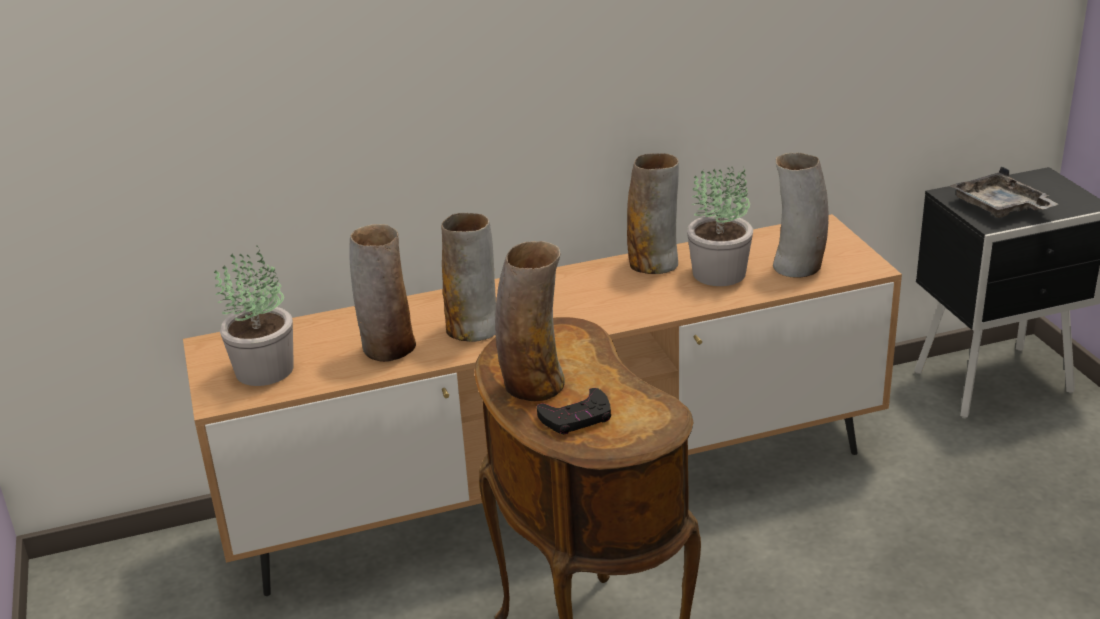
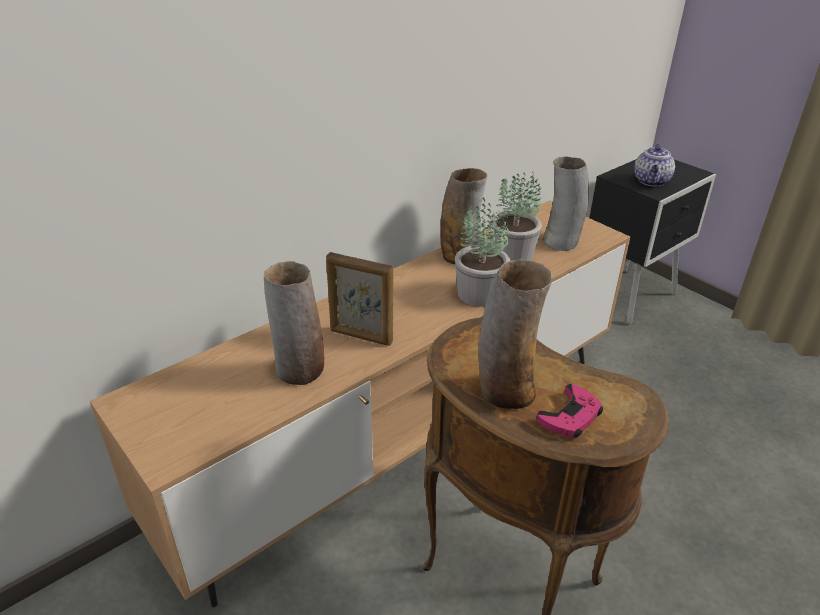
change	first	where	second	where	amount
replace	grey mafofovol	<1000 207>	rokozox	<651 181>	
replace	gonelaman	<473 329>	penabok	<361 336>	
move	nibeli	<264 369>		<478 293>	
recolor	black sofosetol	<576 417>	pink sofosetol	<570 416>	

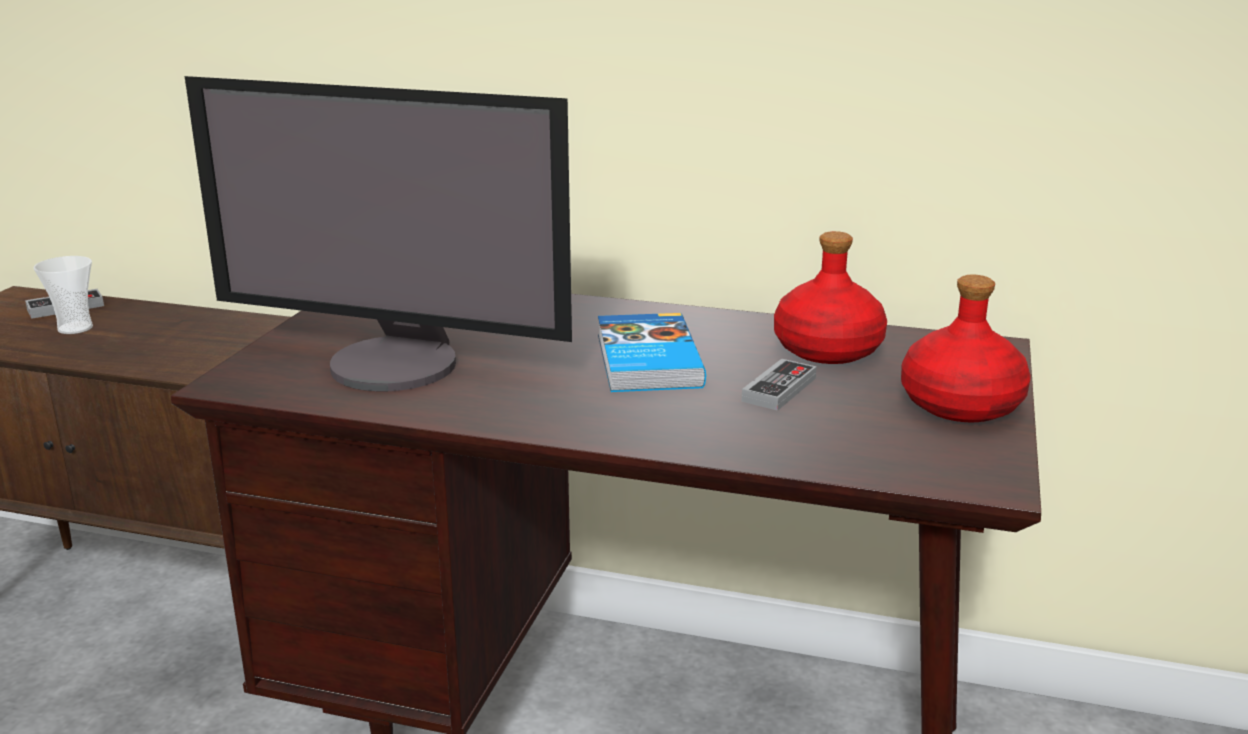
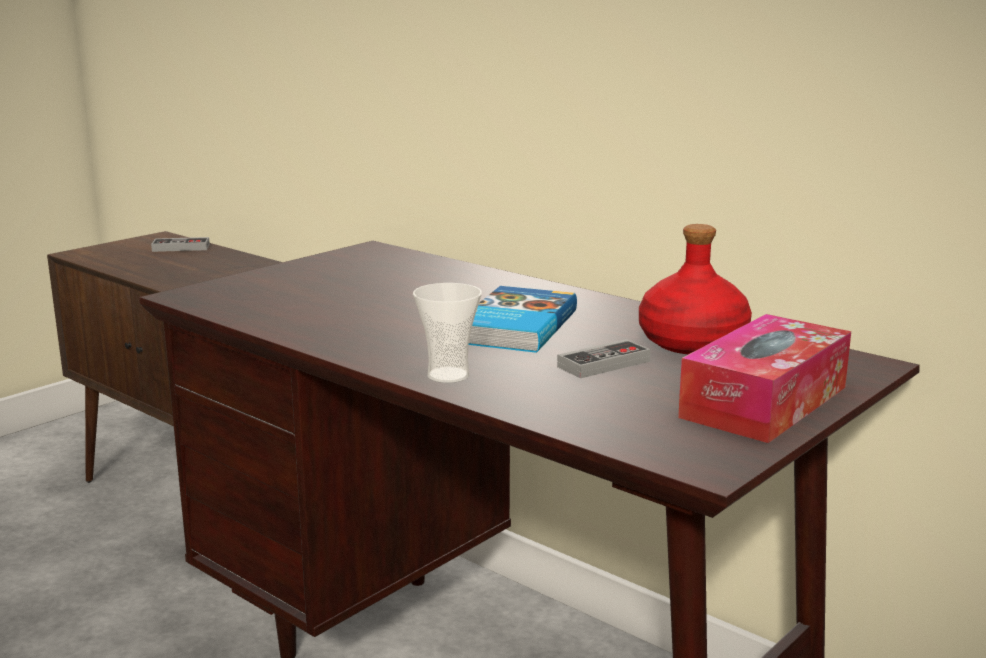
change	first	where	second	where	amount
delete	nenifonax	<397 364>			
move	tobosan	<75 328>		<448 375>	
replace	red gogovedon	<959 404>	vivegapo	<764 402>	

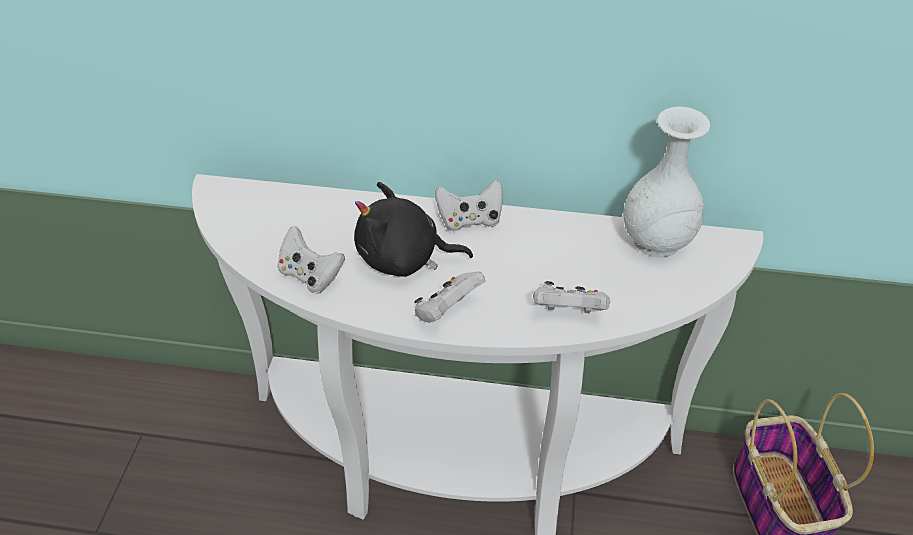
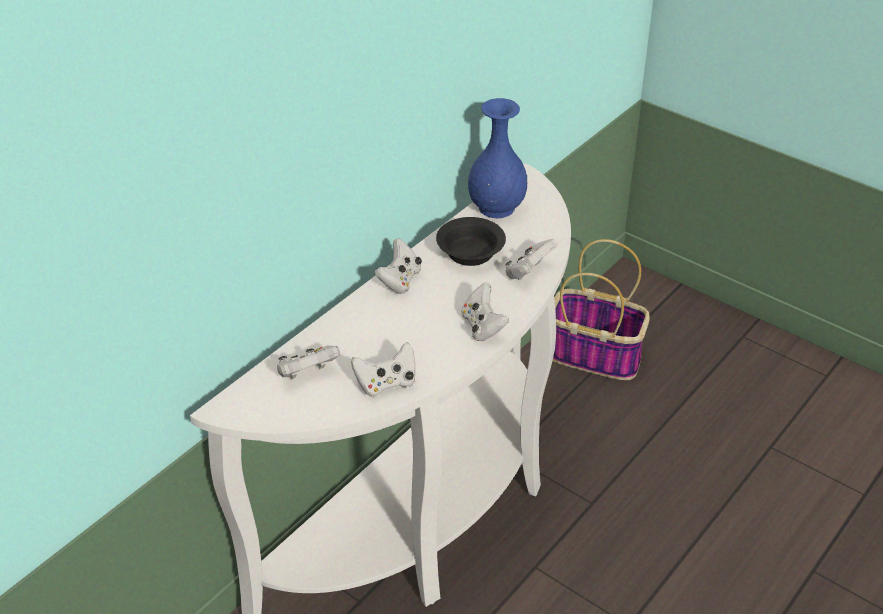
change	first	where	second	where	amount
recolor	white gonelaman	<657 242>	blue gonelaman	<497 208>	
delete	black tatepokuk	<404 258>			
insert			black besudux	<470 254>	
insert			white sofosetol	<307 374>	

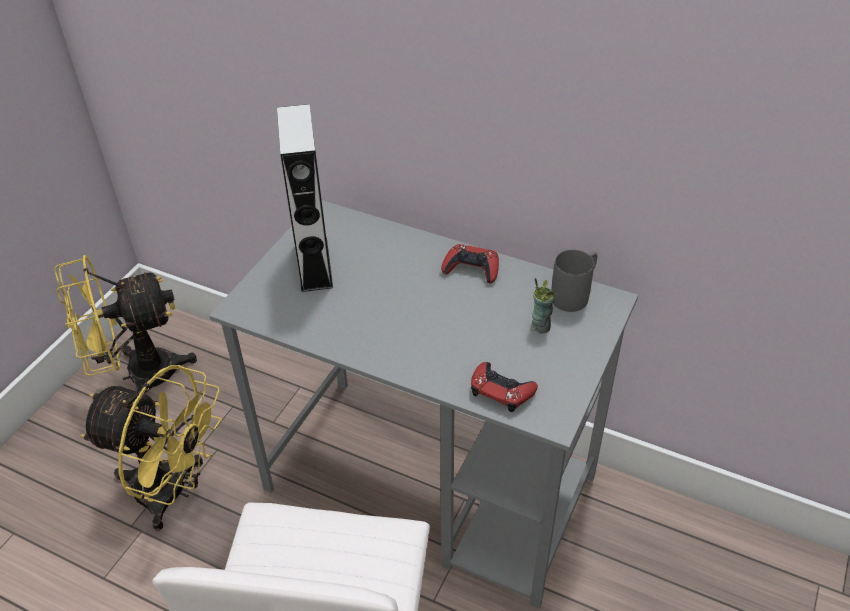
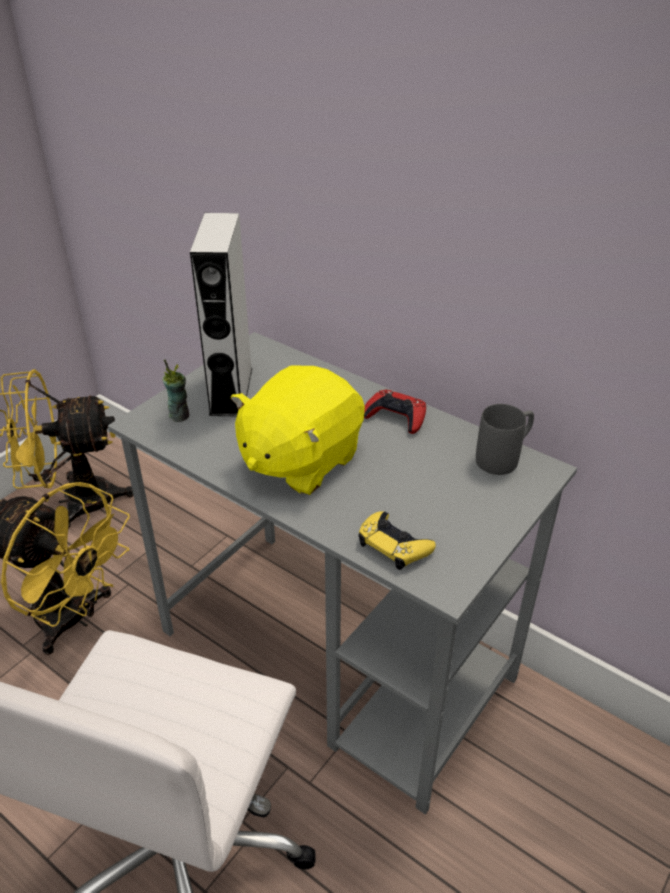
change	first	where	second	where	amount
move	tobosan	<540 326>		<179 415>	
recolor	red sofosetol	<501 390>	yellow sofosetol	<394 545>	
insert			yellow tatepokuk	<299 460>	

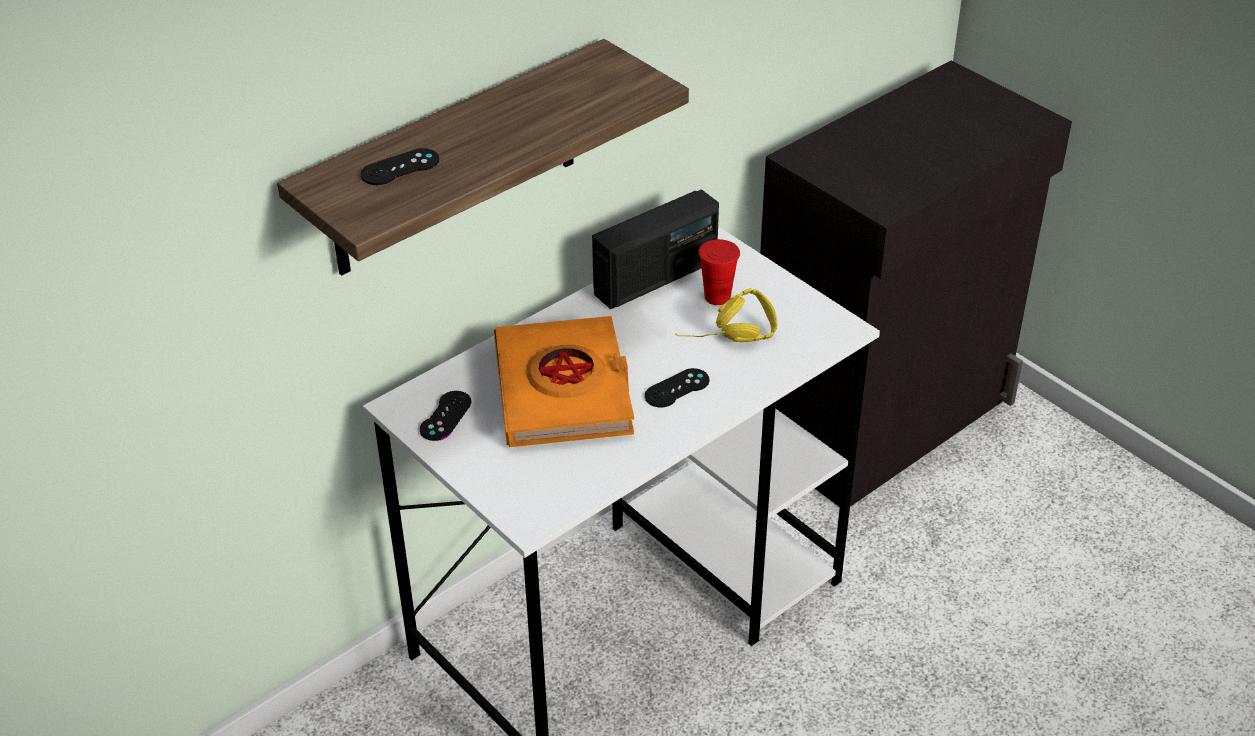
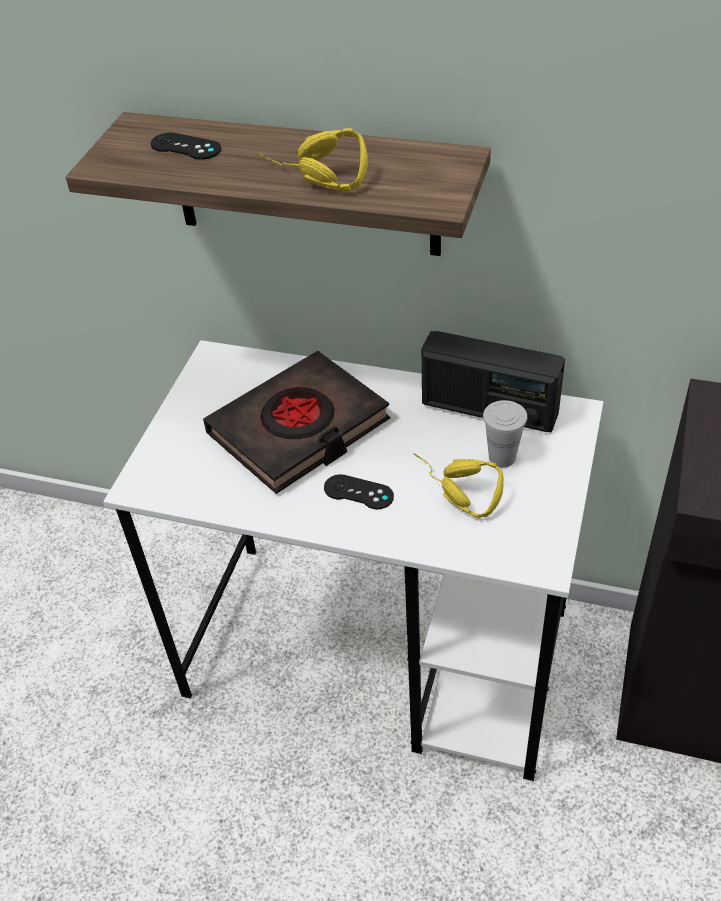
change	first	where	second	where	amount
recolor	red tobosan	<717 297>	white tobosan	<502 457>	
recolor	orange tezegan	<564 391>	black tezegan	<299 429>	
delete	black sofosetol	<445 416>			
insert			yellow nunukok	<311 180>	

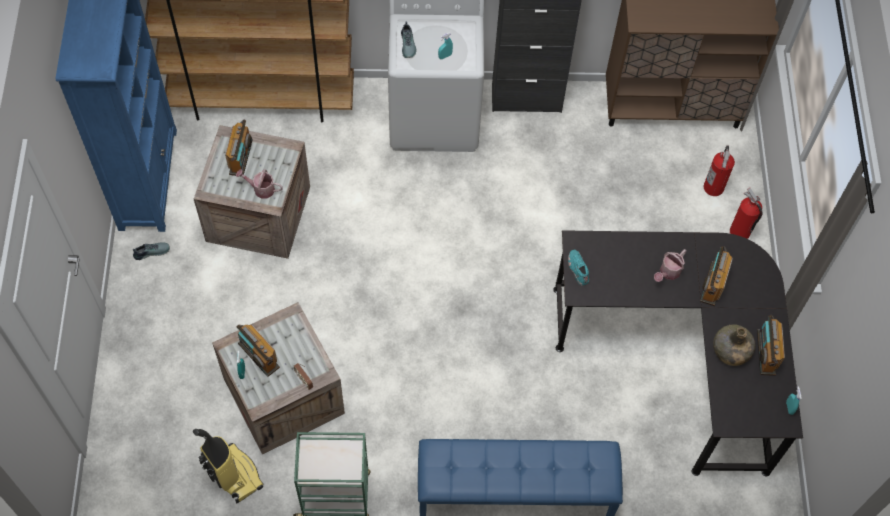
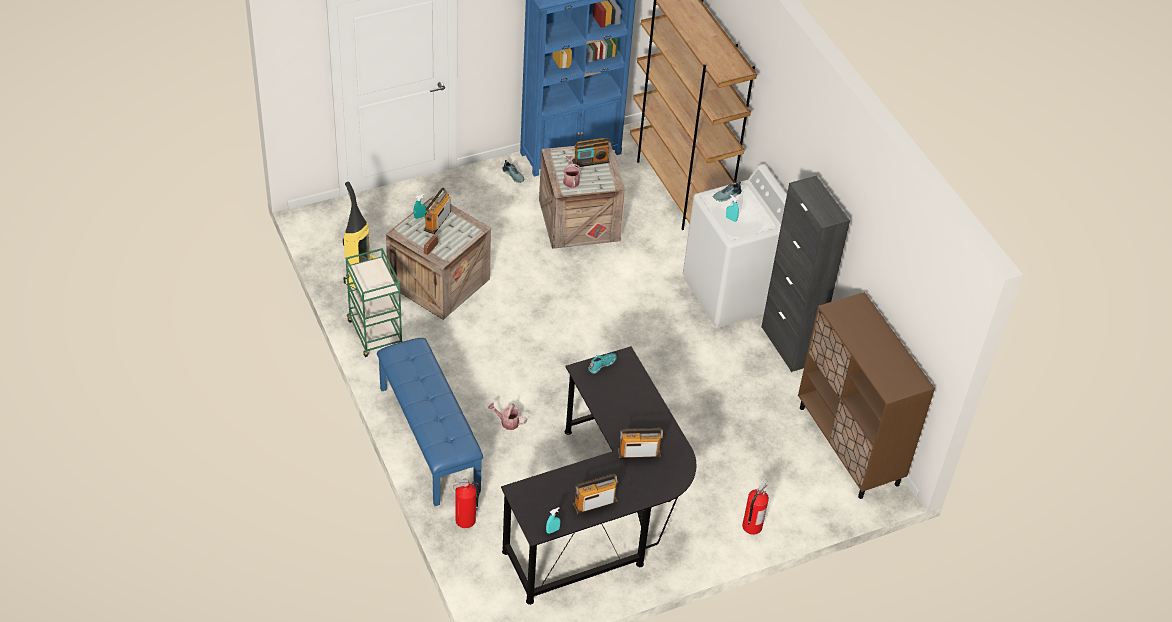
change	first	where	second	where	amount
move	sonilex	<714 187>		<466 520>	
move	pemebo	<668 273>		<507 422>	
delete	green gogovedon	<730 351>			

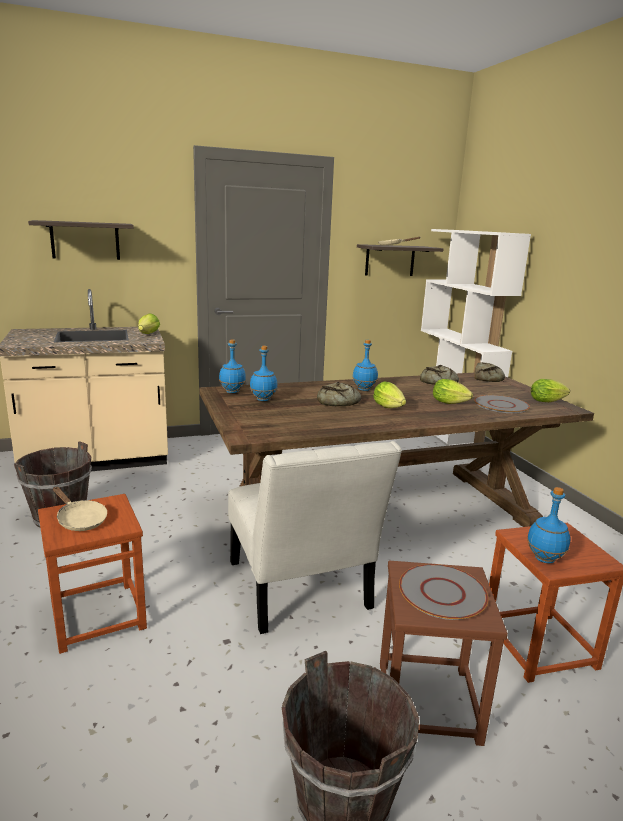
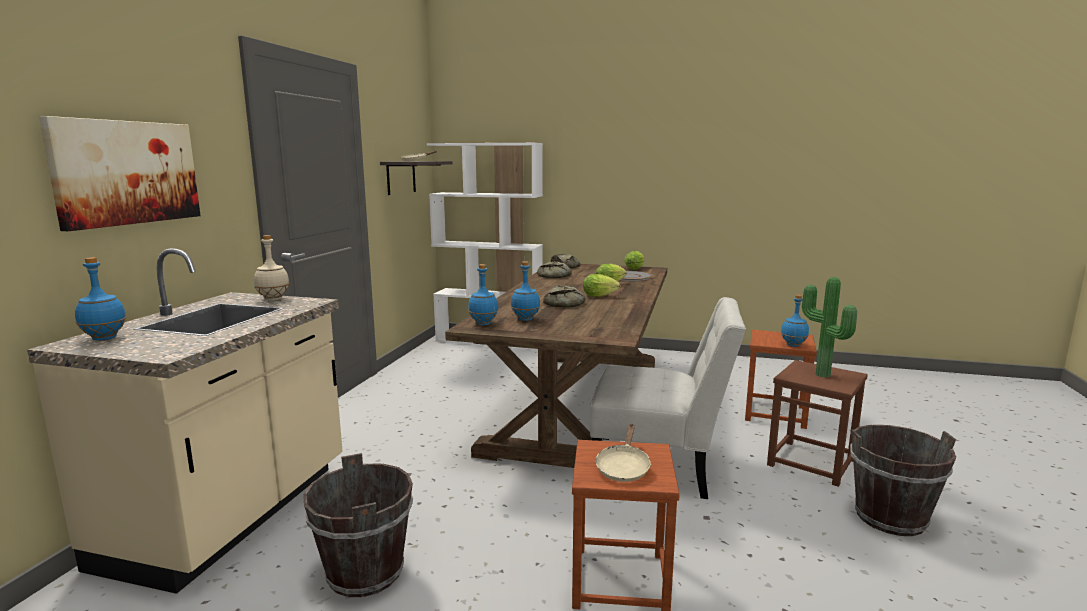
change	first	where	second	where	amount
replace	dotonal	<85 240>	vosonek	<126 172>	
replace	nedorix	<147 334>	beige gogovedon	<273 299>	
move	blue gogovedon	<363 389>		<104 338>	
rotate	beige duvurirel	<80 520>		<623 468>	120 degrees clockwise
replace	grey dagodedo	<442 592>	nibeli	<821 375>	

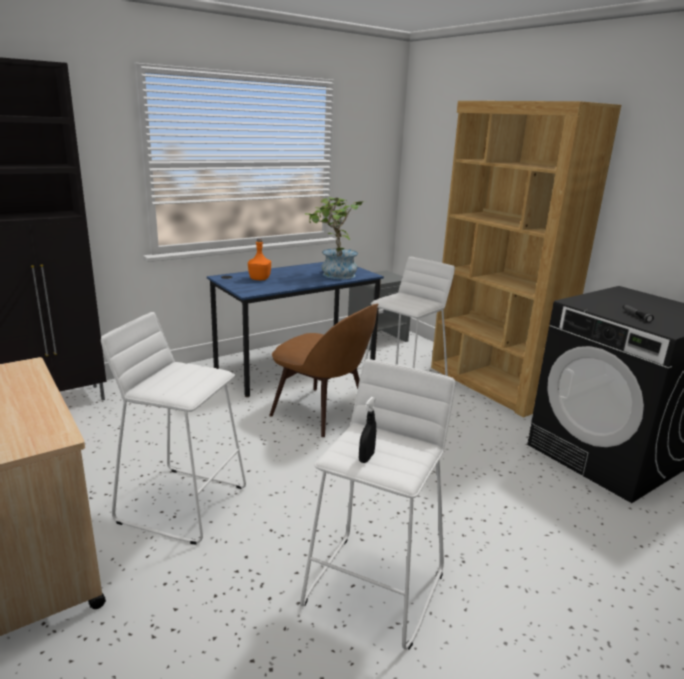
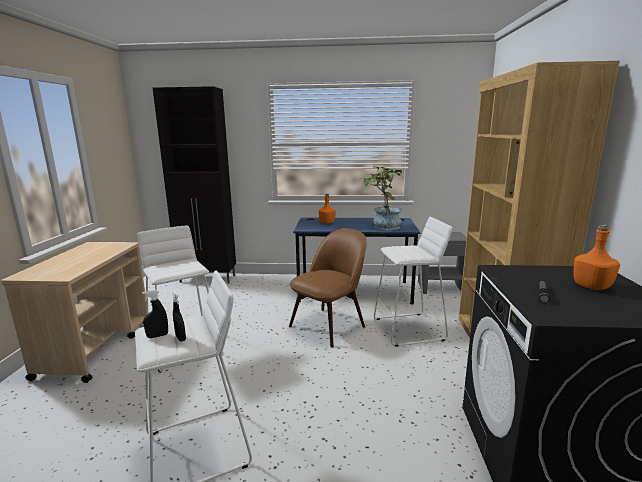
change	first	where	second	where	amount
rotate	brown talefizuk	<322 412>		<329 325>	120 degrees counterclockwise
insert			orange gogovedon	<592 286>	
insert			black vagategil	<180 338>	

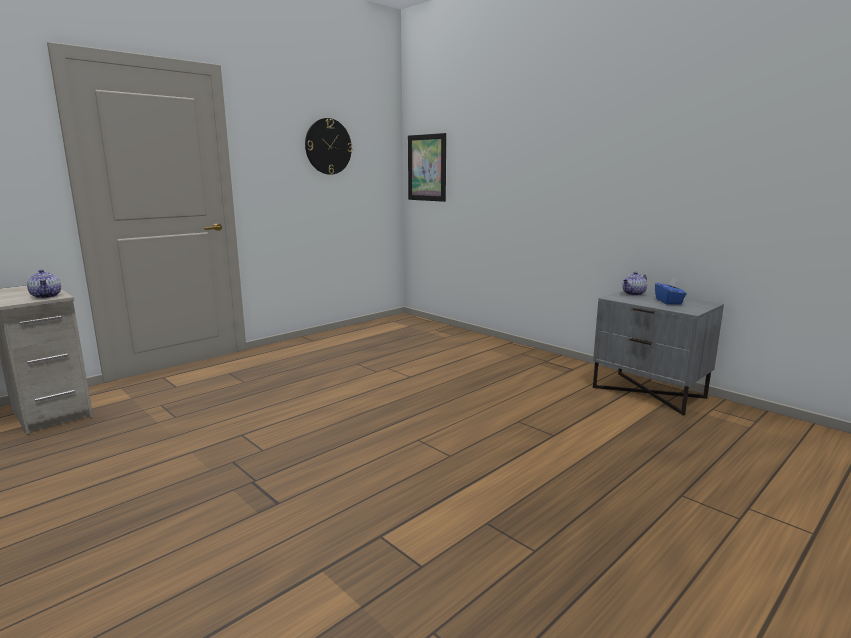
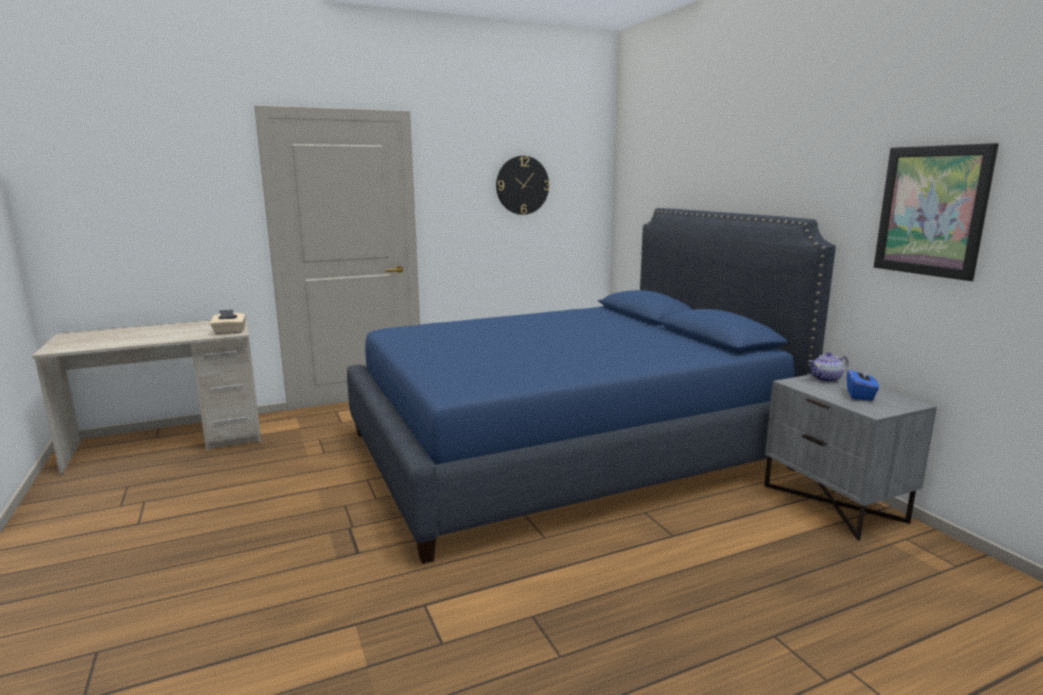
change	first	where	second	where	amount
move	vosonek	<427 168>		<931 211>	
replace	rokozox	<46 296>	beige vivegapo	<229 332>	
insert			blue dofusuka	<566 450>	

